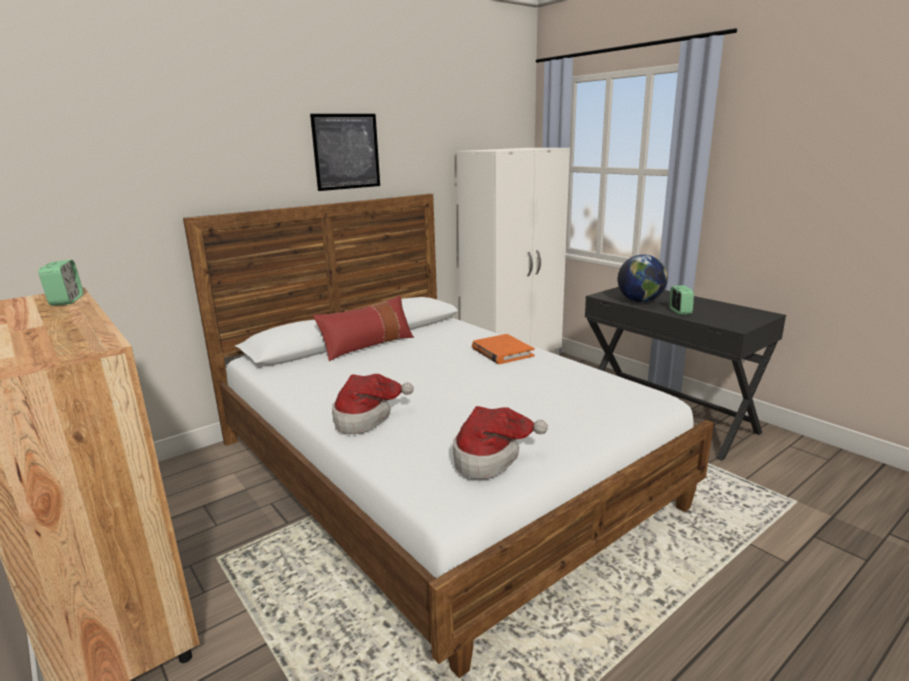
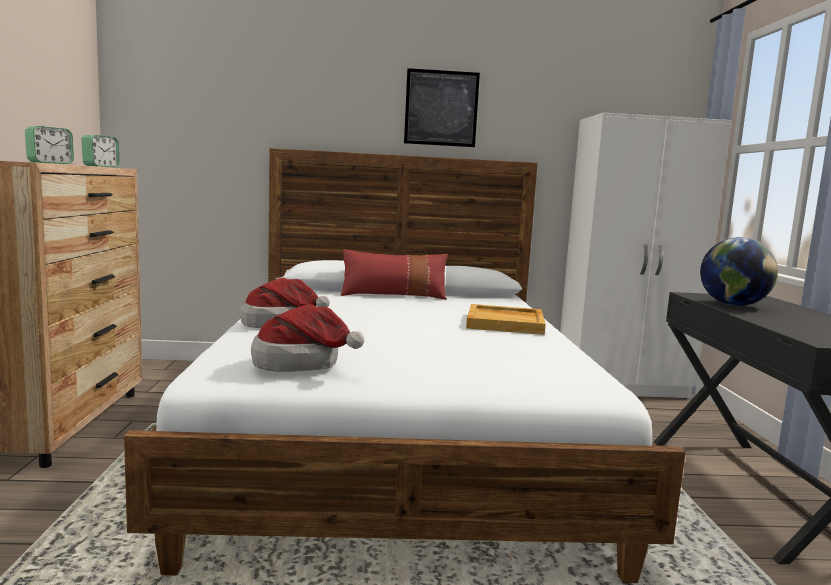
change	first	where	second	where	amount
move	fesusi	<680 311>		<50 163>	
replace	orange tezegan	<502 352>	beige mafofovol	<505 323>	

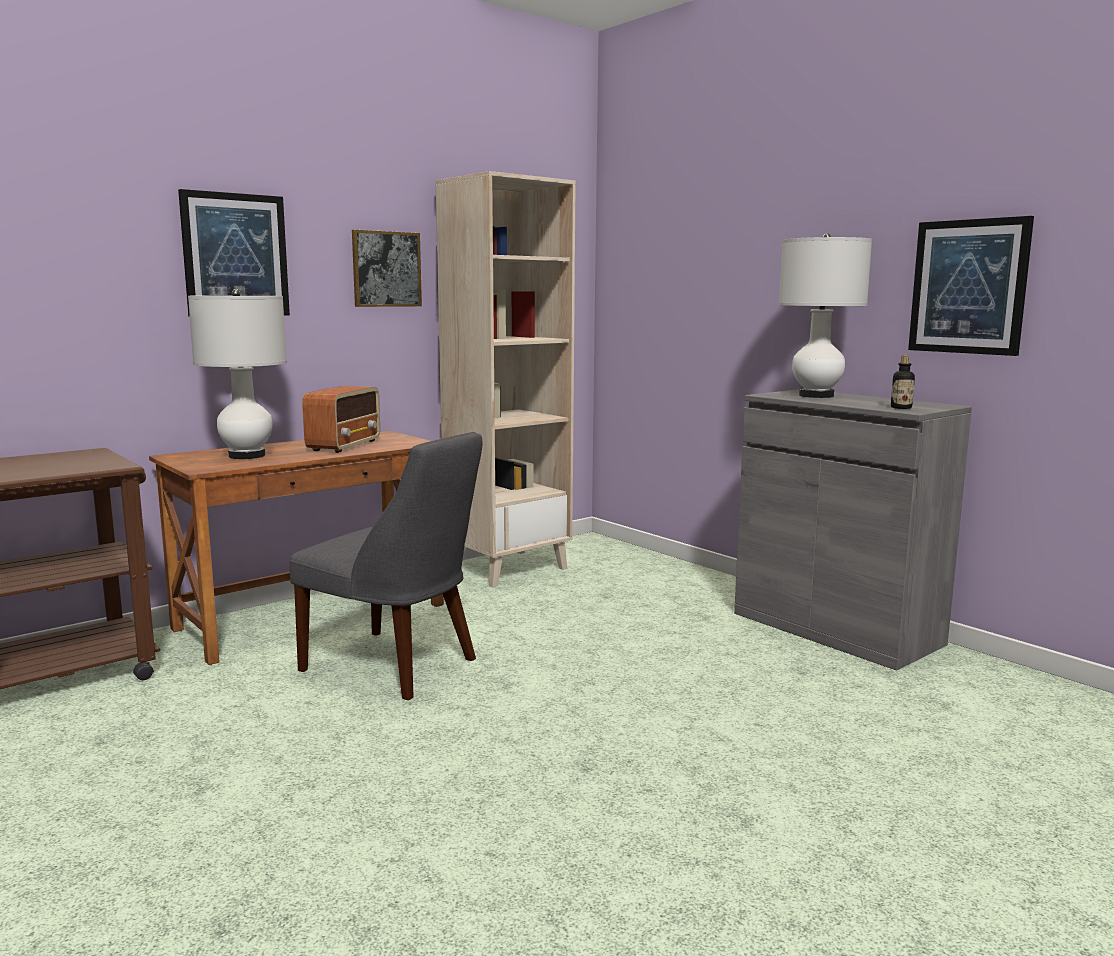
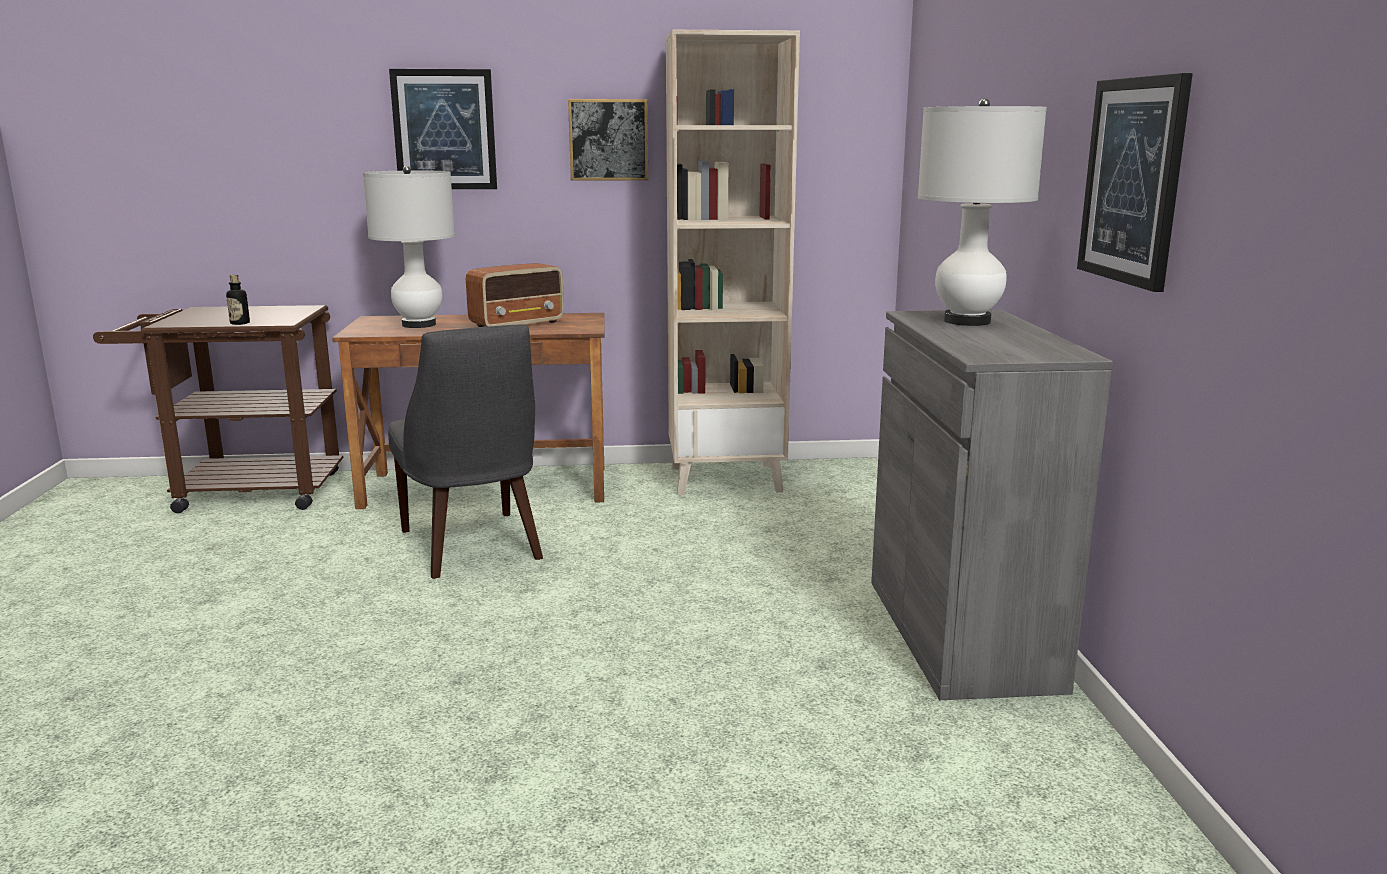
change	first	where	second	where	amount
move	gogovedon	<901 408>		<240 323>	

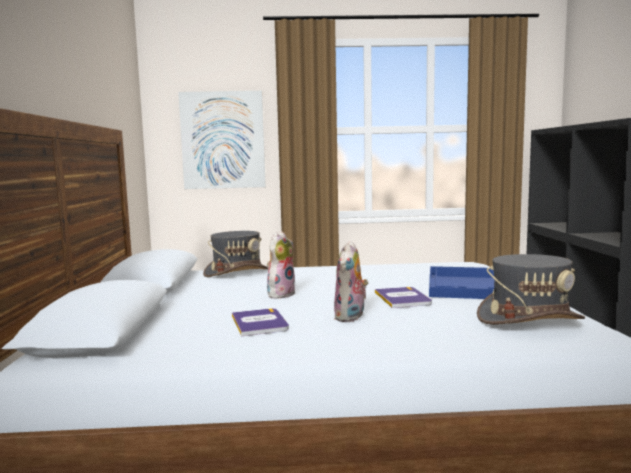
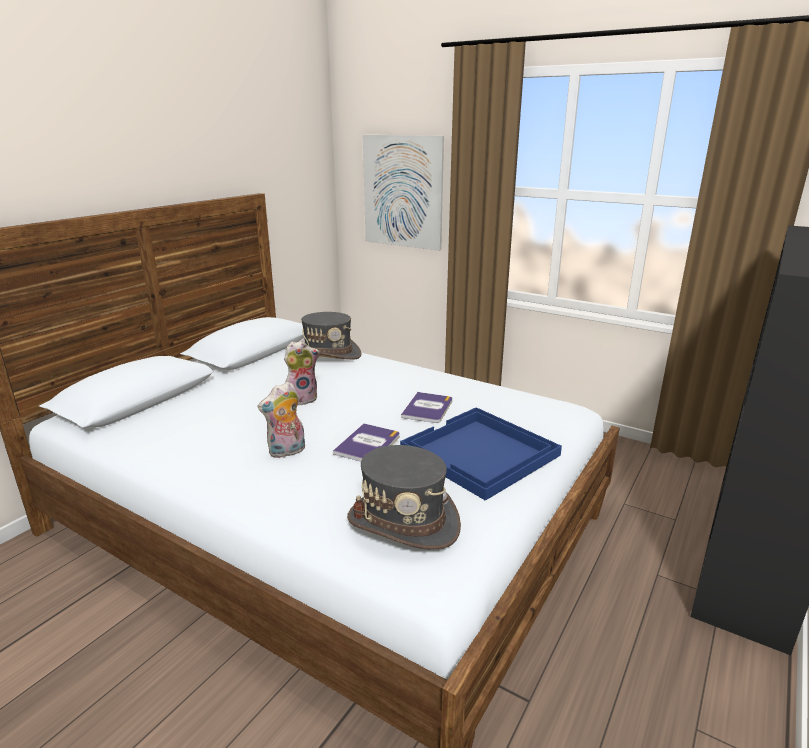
change	first	where	second	where	amount
move	tezegan	<259 323>		<427 408>	

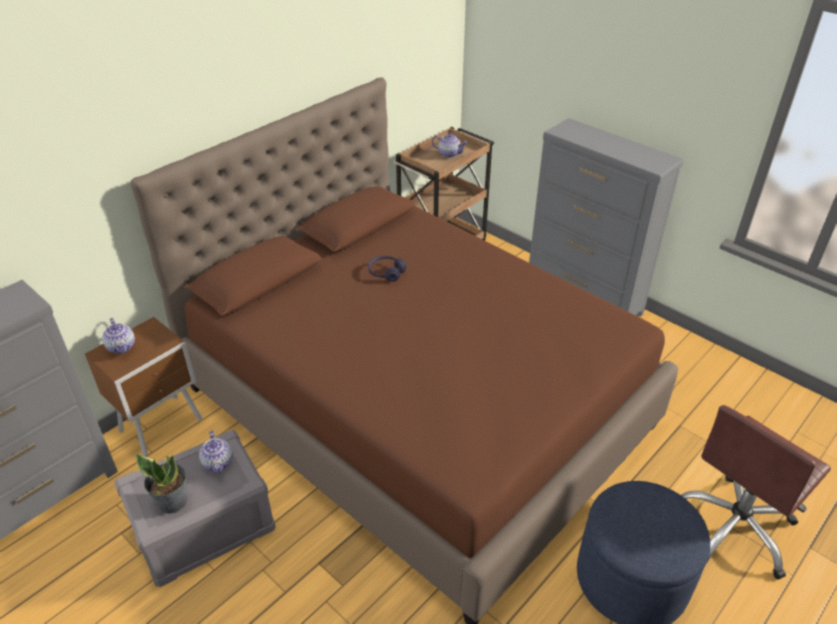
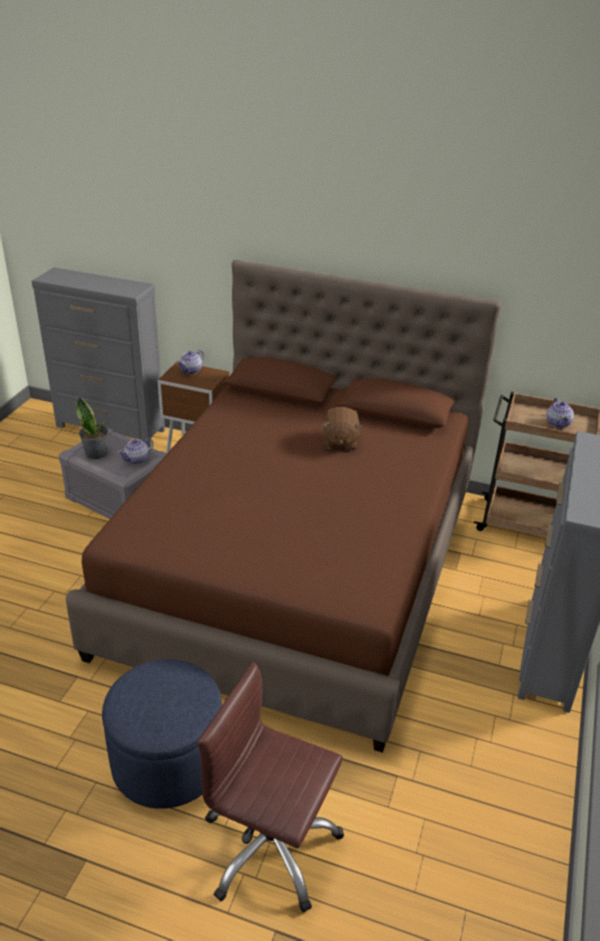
change	first	where	second	where	amount
replace	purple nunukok	<386 273>	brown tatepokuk	<340 442>	

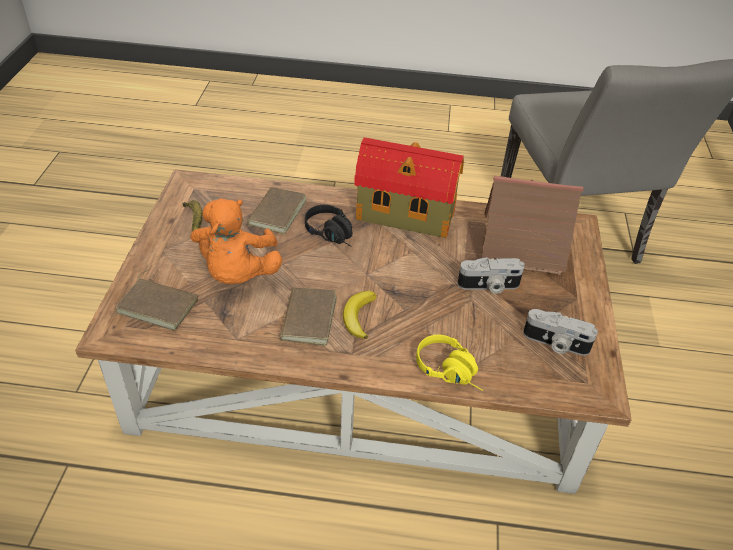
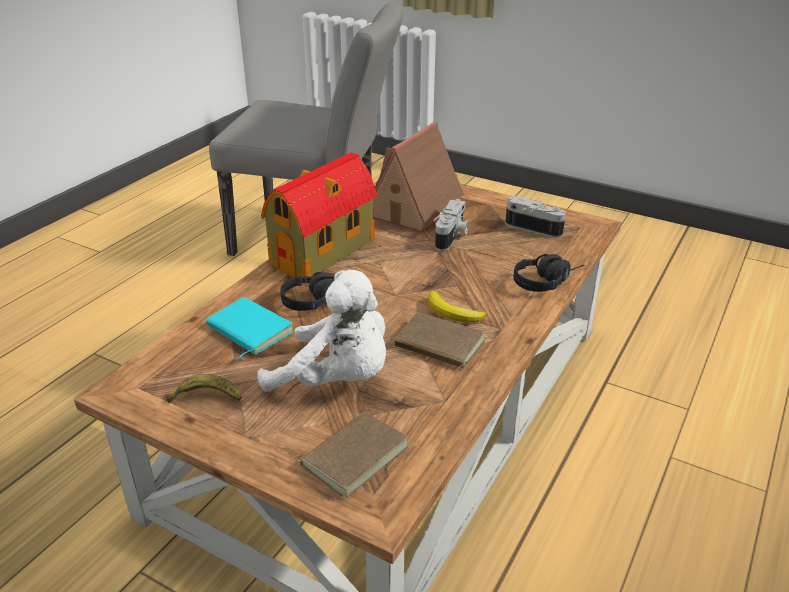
change	first	where	second	where	amount
recolor	brown tezegan	<275 212>	turquoise tezegan	<247 331>	
recolor	orange tatepokuk	<238 273>	white tatepokuk	<337 380>	
rotate	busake	<555 343>		<534 227>	105 degrees counterclockwise
recolor	yellow nunukok	<452 372>	black nunukok	<547 281>	

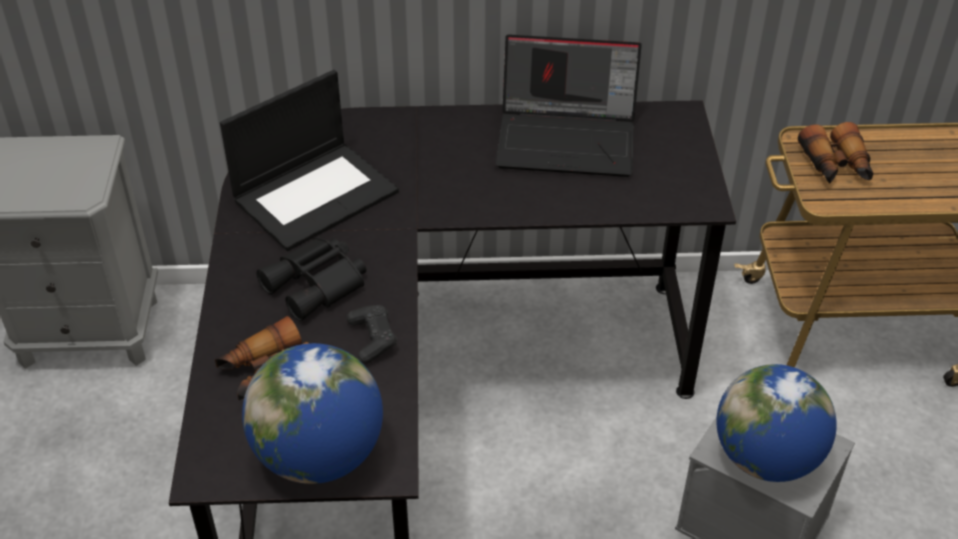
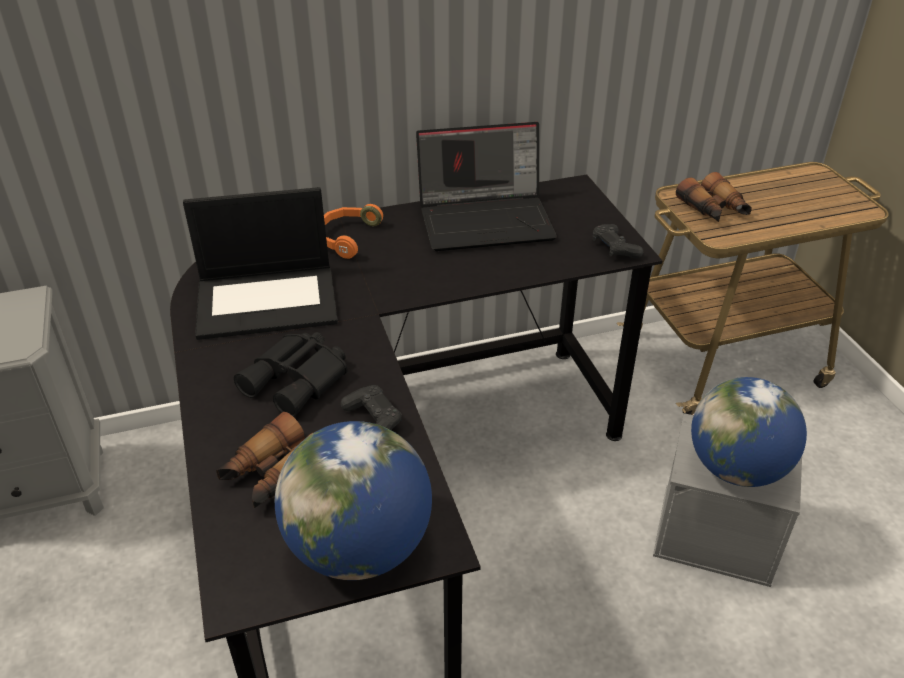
change	first	where	second	where	amount
rotate	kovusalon	<316 194>		<268 300>	45 degrees clockwise
insert			orange nunukok	<345 237>	
insert			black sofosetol	<614 248>	

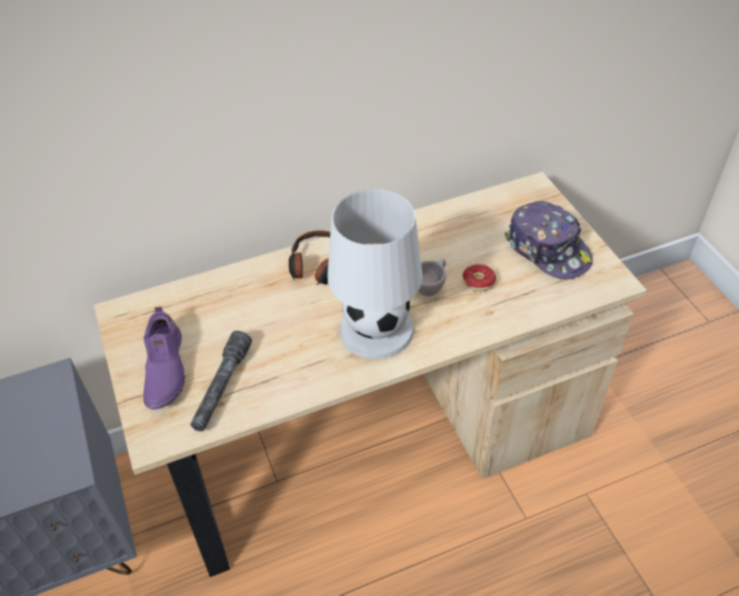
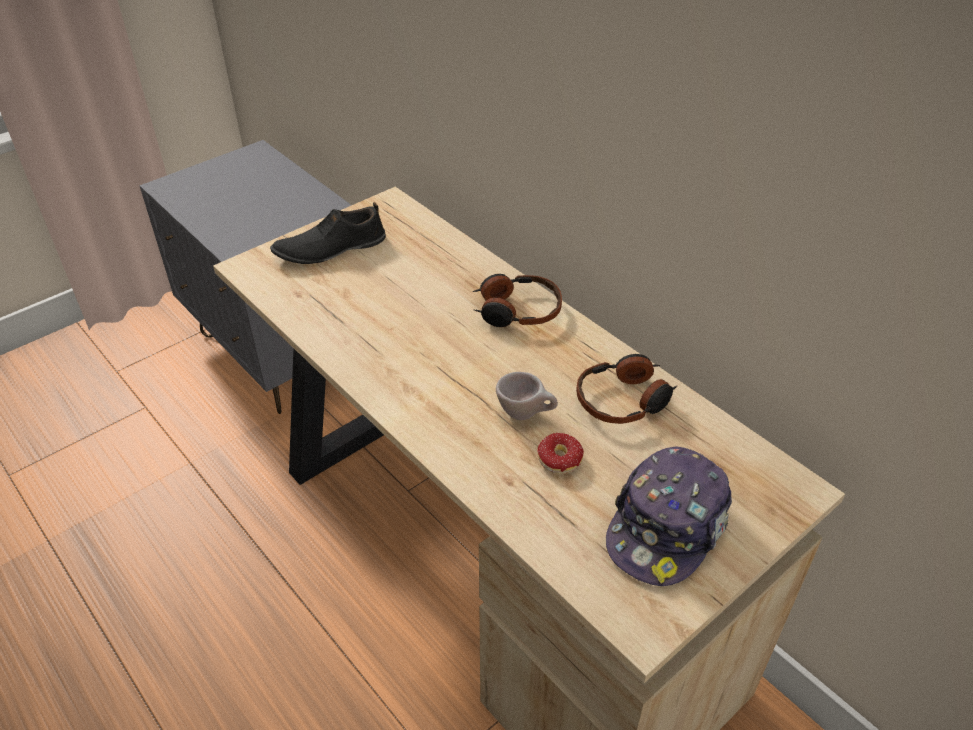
change	first	where	second	where	amount
delete	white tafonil	<376 330>			
recolor	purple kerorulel	<164 369>	black kerorulel	<330 248>	
delete	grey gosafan	<222 387>			
insert			nunukok	<624 400>	

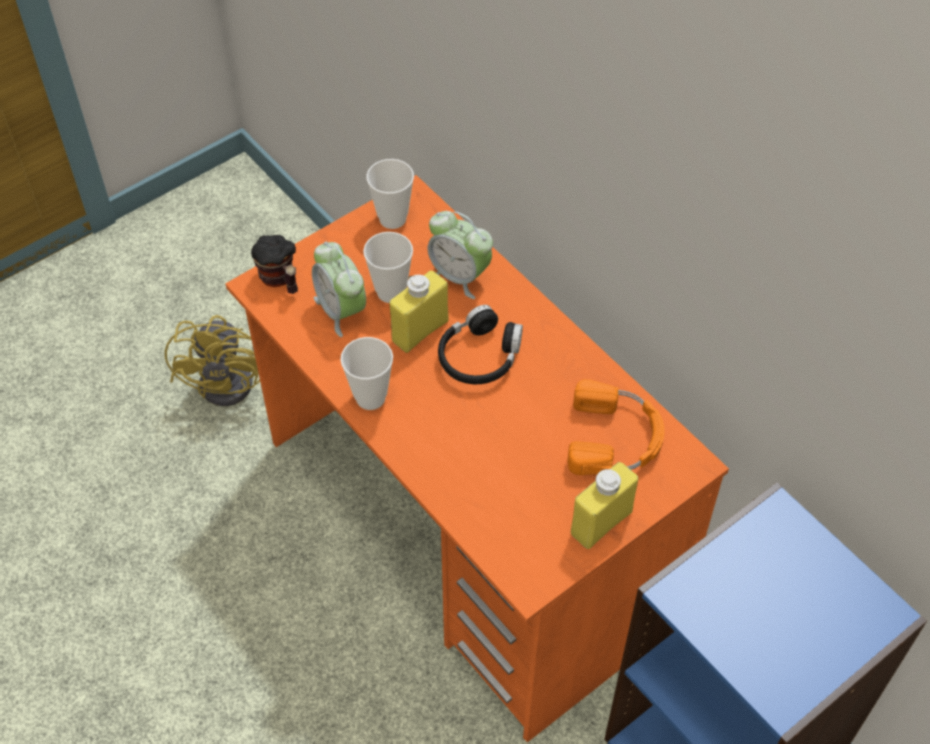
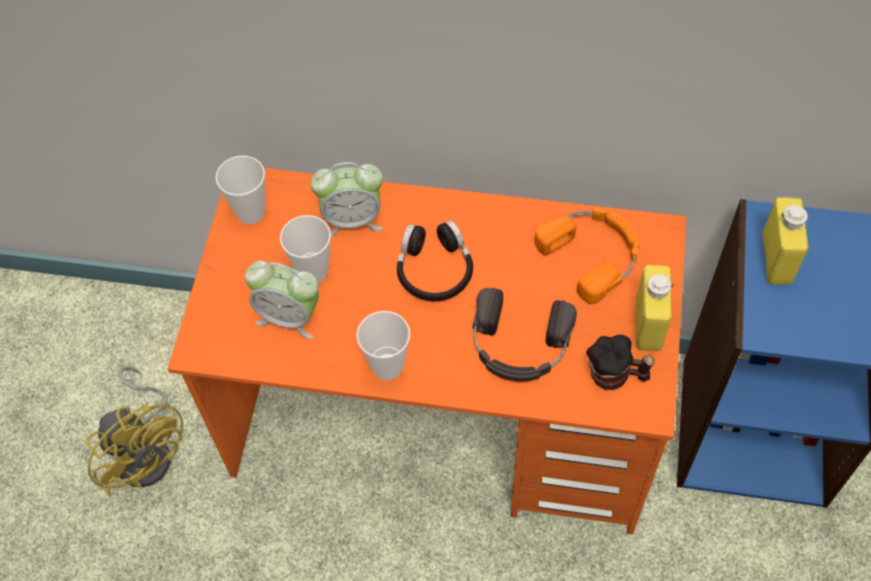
change	first	where	second	where	amount
move	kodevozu	<280 280>		<615 376>	
move	yellow gogovedon	<420 331>		<776 259>	
insert			black nunukok	<519 345>	

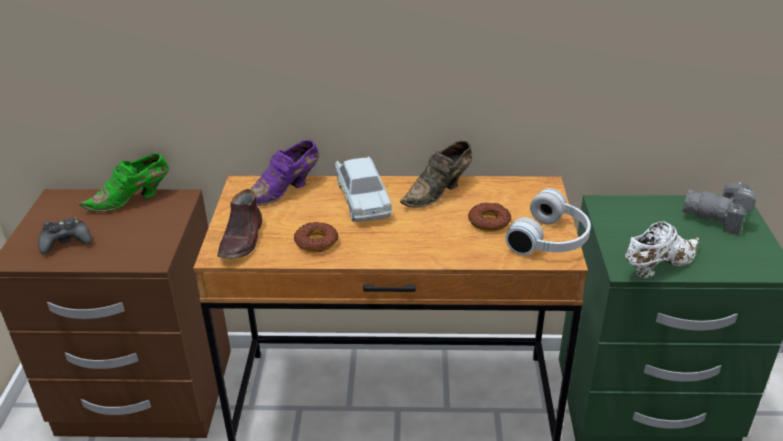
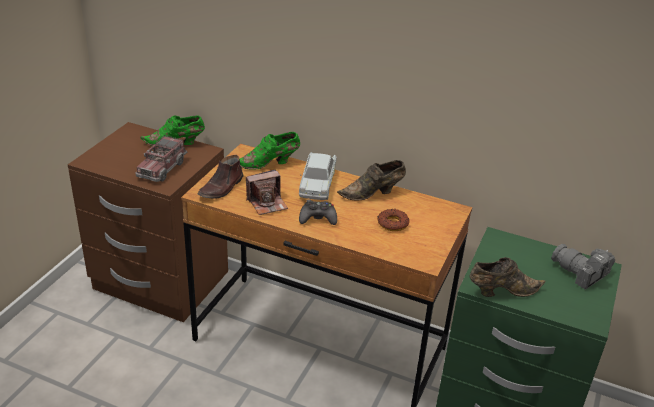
change	first	where	second	where	amount
recolor	purple kerorulel	<284 191>	green kerorulel	<269 163>	
delete	white nunukok	<552 240>			
move	black sofosetol	<66 242>		<318 218>	
recolor	white kerorulel	<657 266>	brown kerorulel	<501 291>	
replace	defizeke	<316 242>	busake	<267 203>	
insert			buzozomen	<162 168>	

